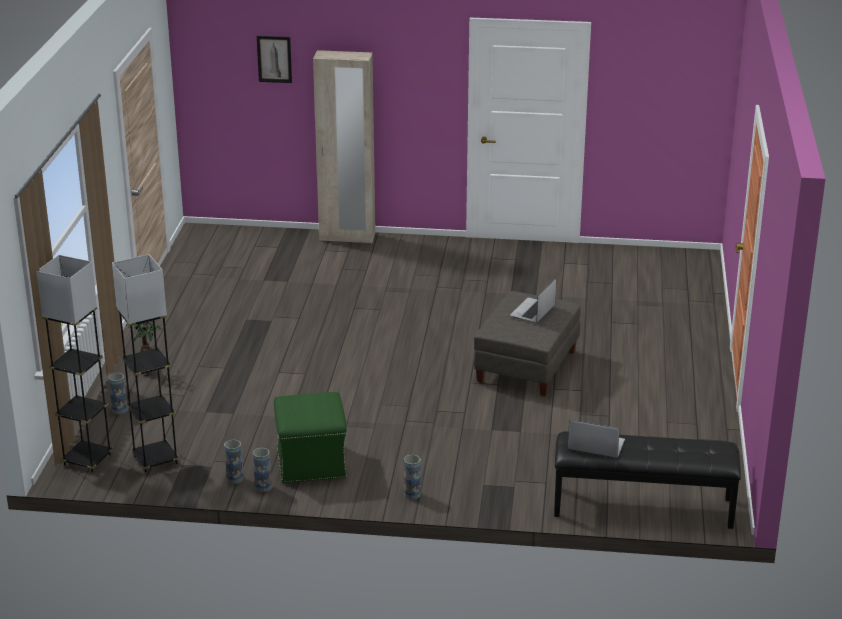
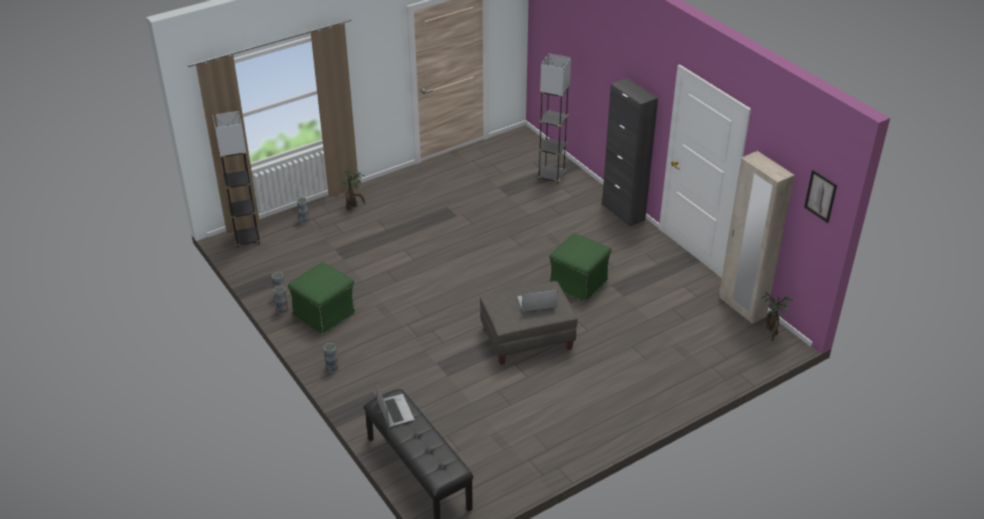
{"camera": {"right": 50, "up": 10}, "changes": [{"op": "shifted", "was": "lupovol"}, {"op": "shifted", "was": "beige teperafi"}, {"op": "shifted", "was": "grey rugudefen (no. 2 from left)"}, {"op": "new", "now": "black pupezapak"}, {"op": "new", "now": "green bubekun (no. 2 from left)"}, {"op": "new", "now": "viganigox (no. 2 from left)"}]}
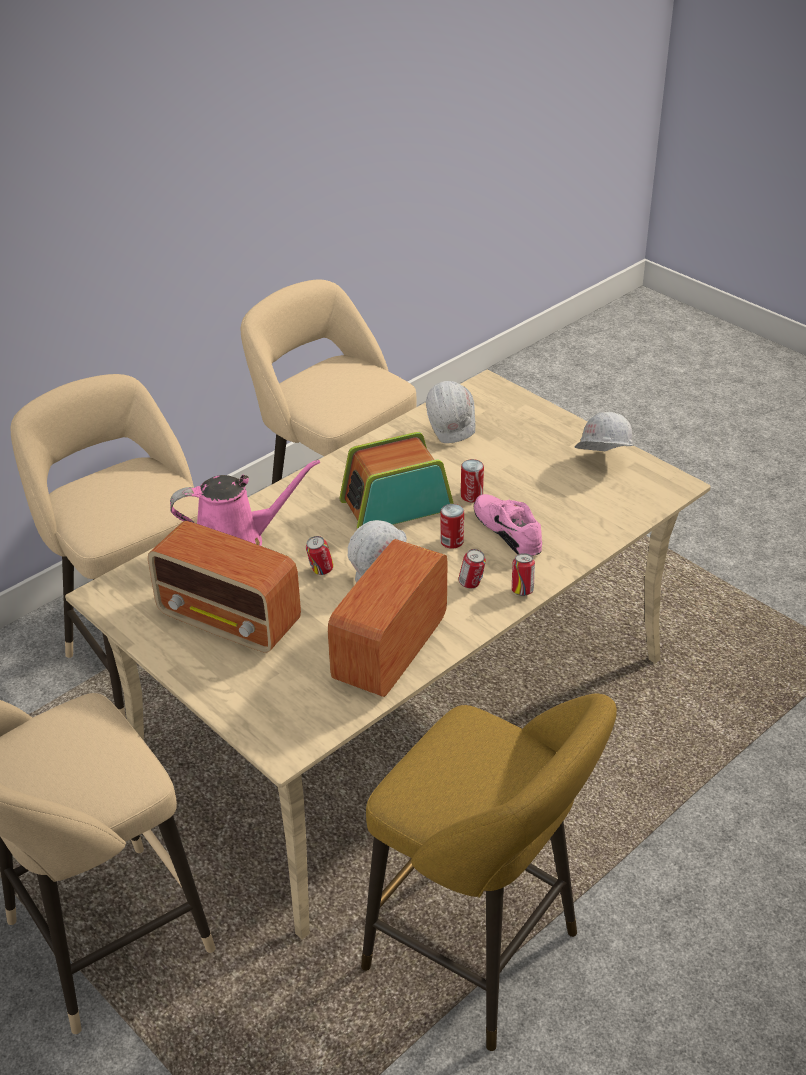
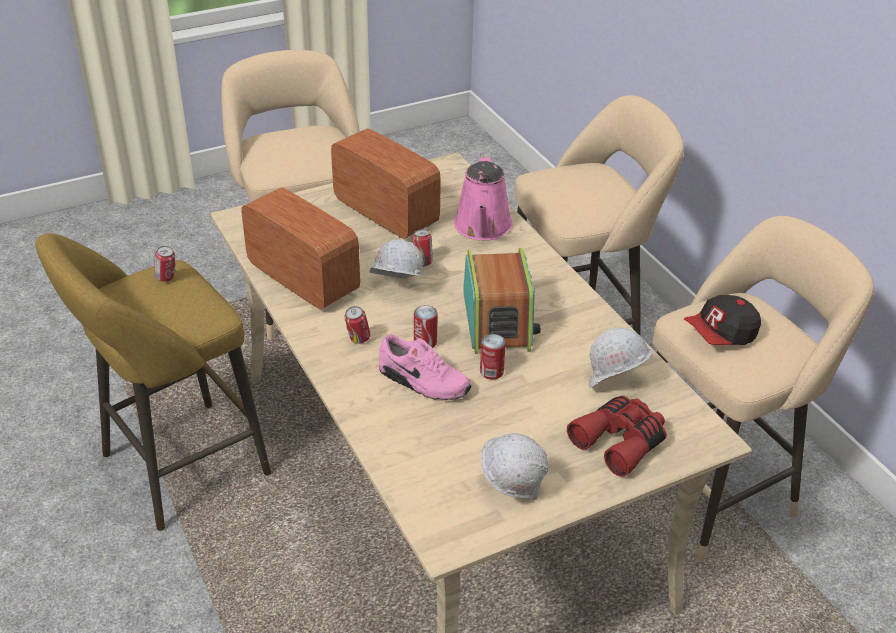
{"camera": {"right": 105, "up": 0}, "changes": [{"op": "rotated", "was": "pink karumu", "clockwise": 45}, {"op": "rotated", "was": "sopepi (no. 1 from left in the first image)", "clockwise": 90}, {"op": "shifted", "was": "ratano (no. 5 from left in the first image)", "now": "ratano (no. 1 from left)"}, {"op": "new", "now": "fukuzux"}, {"op": "new", "now": "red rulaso"}]}
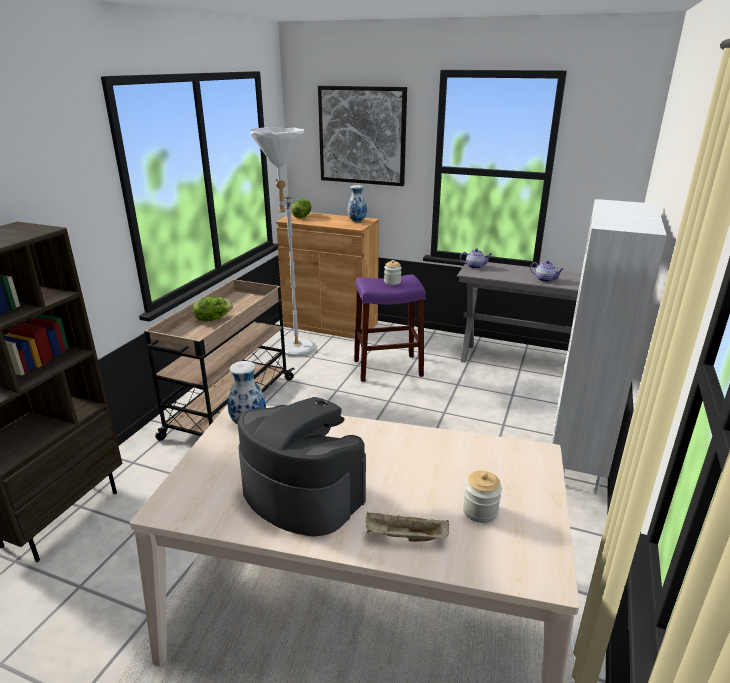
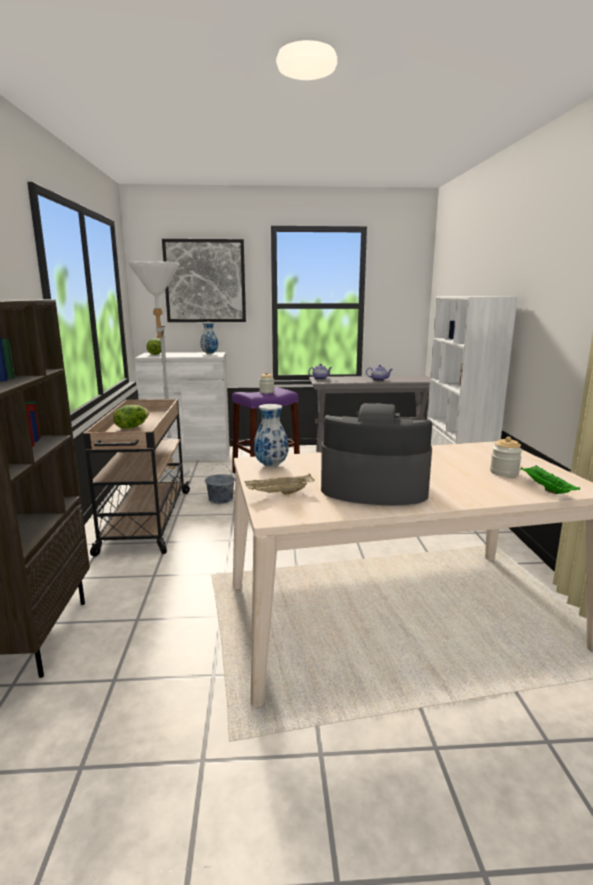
{"camera": {"right": -25, "up": -10}, "changes": [{"op": "repainted", "was": "brown pupezapak", "now": "white pupezapak"}, {"op": "shifted", "was": "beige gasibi"}, {"op": "new", "now": "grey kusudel"}, {"op": "new", "now": "green gasibi"}]}
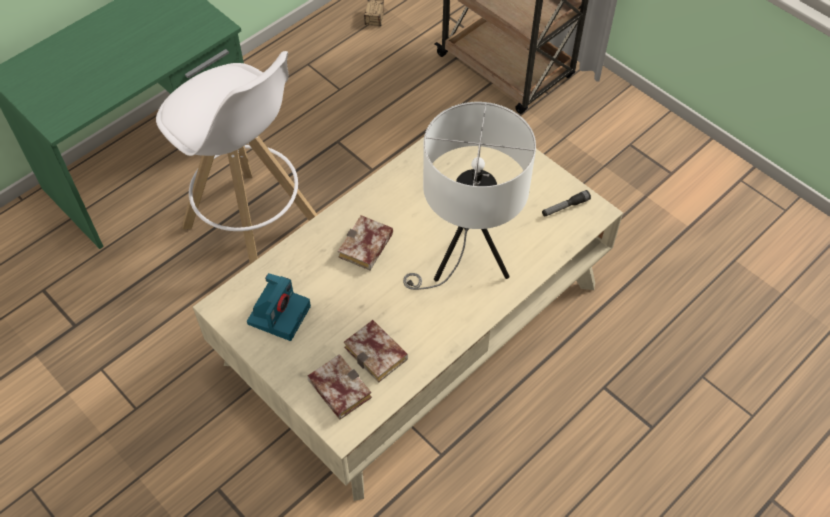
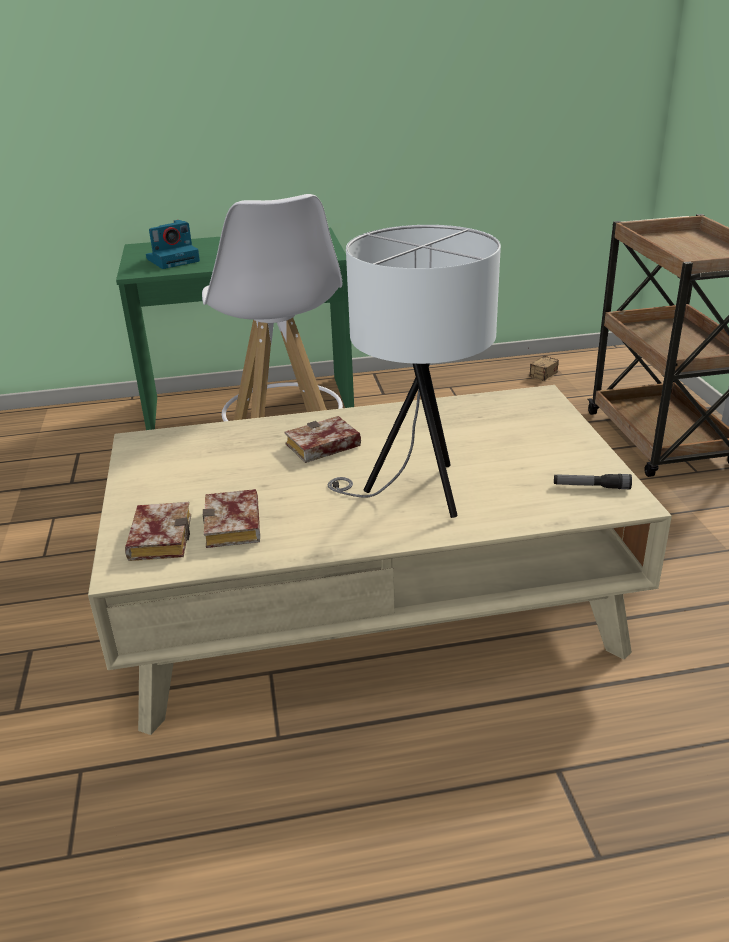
{"camera": {"right": 35, "up": -25}, "changes": [{"op": "shifted", "was": "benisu"}]}
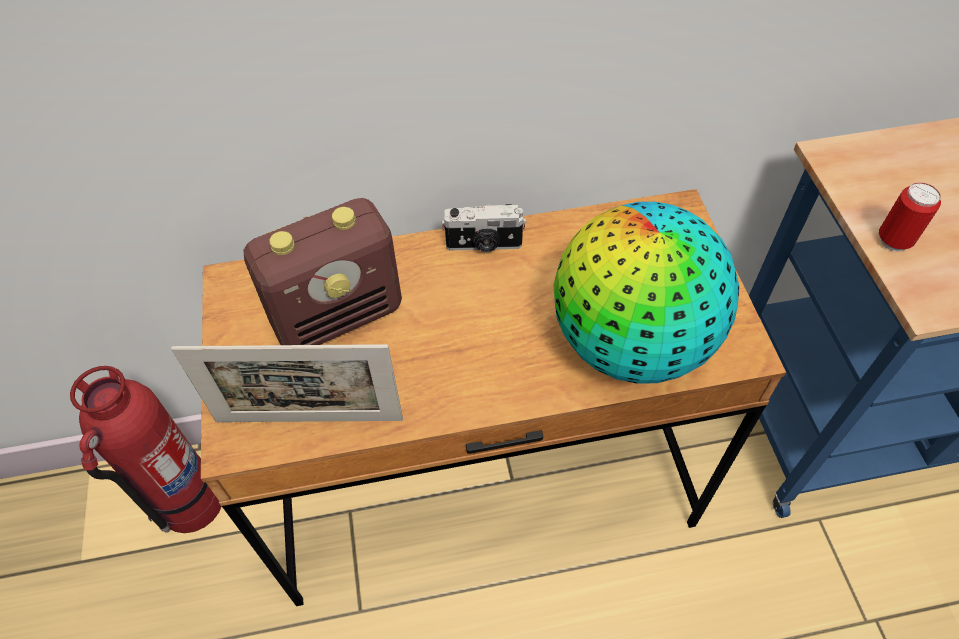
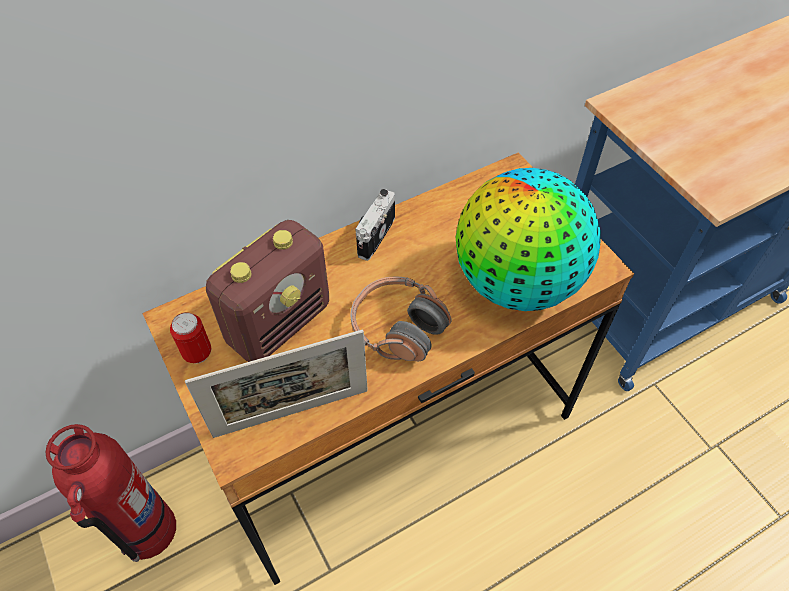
{"camera": {"right": -20, "up": 0}, "changes": [{"op": "shifted", "was": "ratano"}, {"op": "rotated", "was": "benisu", "clockwise": 135}, {"op": "new", "now": "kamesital"}]}
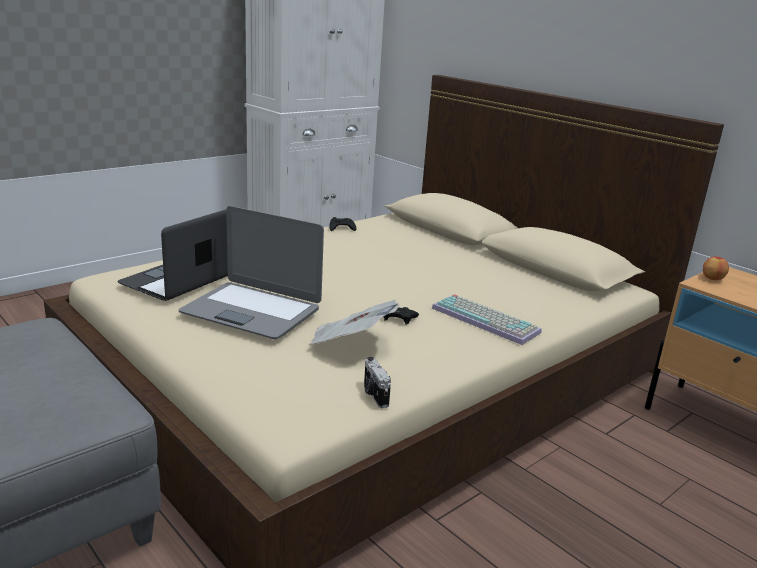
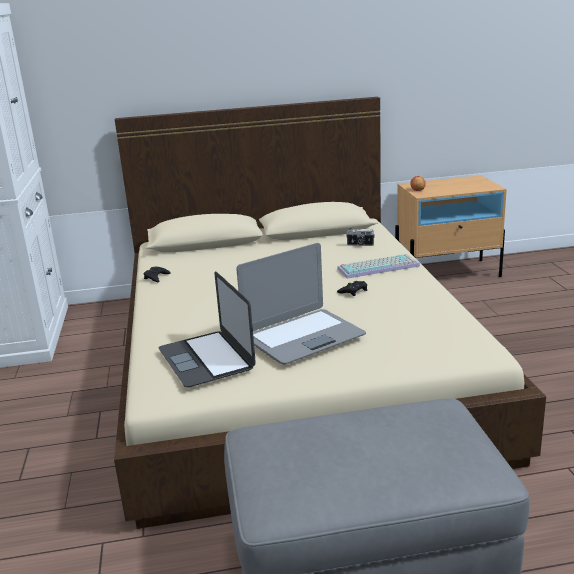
{"camera": {"right": -55, "up": 0}, "changes": [{"op": "gone", "was": "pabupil"}, {"op": "shifted", "was": "benisu"}]}
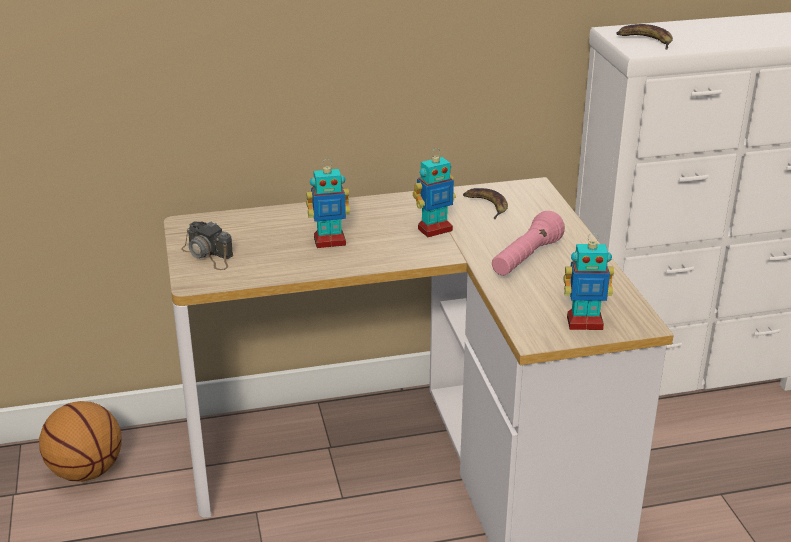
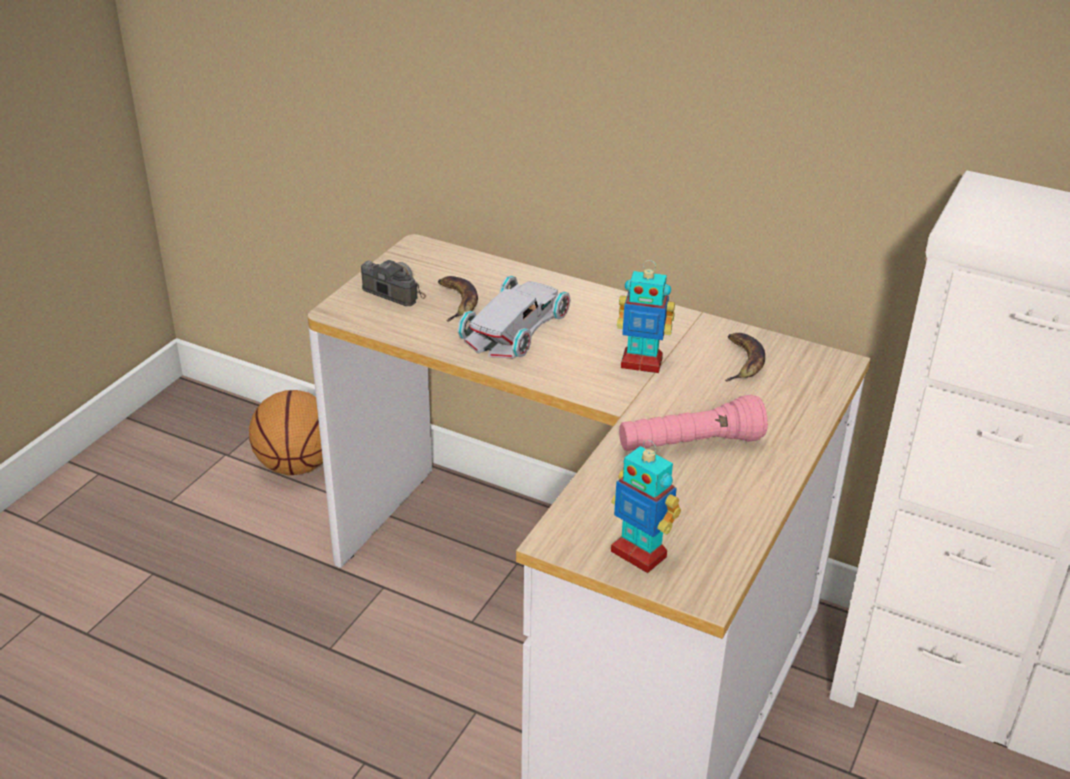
{"camera": {"right": 40, "up": 5}, "changes": [{"op": "shifted", "was": "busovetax (no. 2 from left in the first image)", "now": "busovetax (no. 1 from left)"}, {"op": "swapped", "was": "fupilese (no. 1 from left)", "now": "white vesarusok"}, {"op": "rotated", "was": "benisu", "clockwise": 135}]}
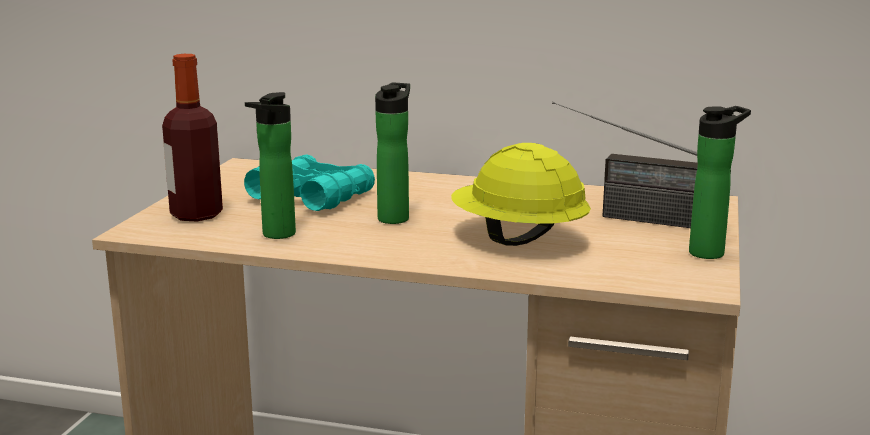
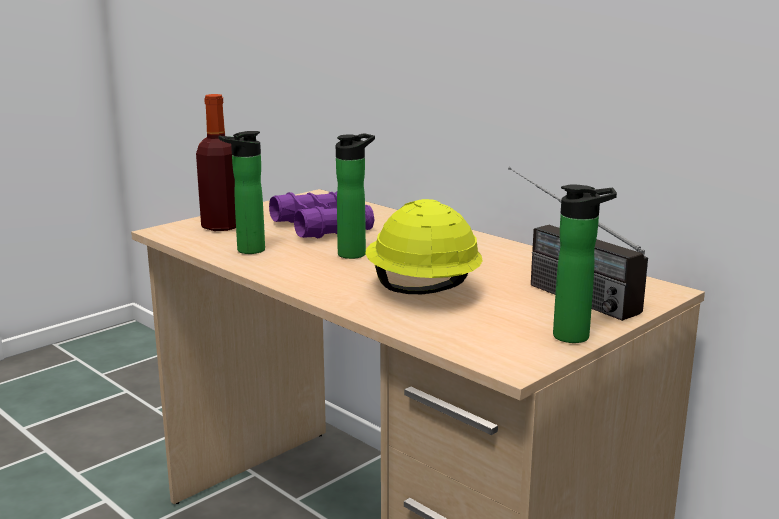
{"camera": {"right": 30, "up": 0}, "changes": [{"op": "repainted", "was": "turquoise rulaso", "now": "purple rulaso"}]}
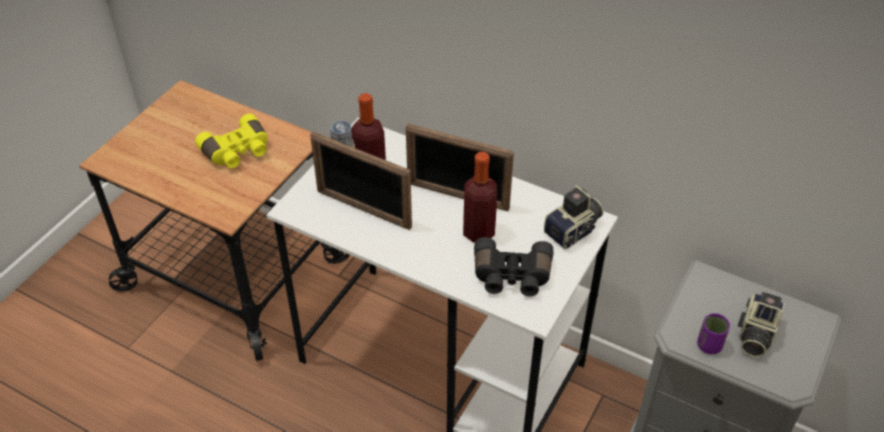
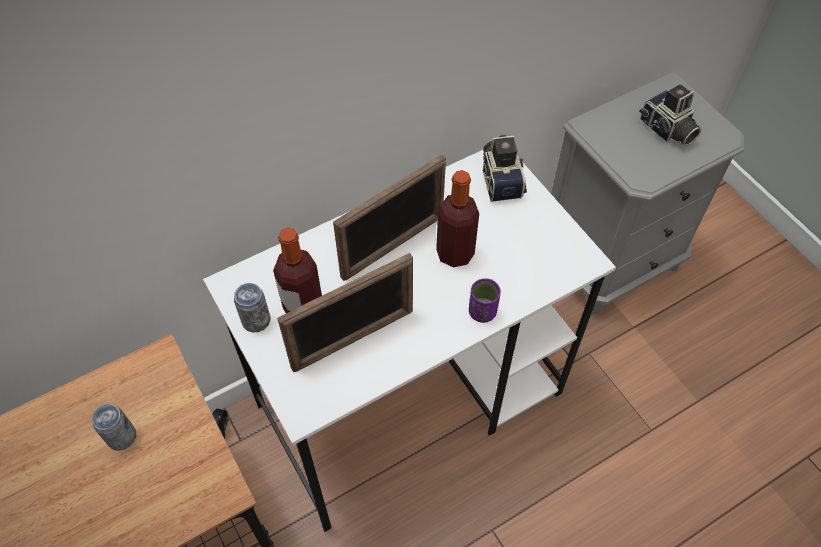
{"camera": {"right": -60, "up": 10}, "changes": [{"op": "swapped", "was": "yellow rulaso", "now": "ratano (no. 1 from left)"}, {"op": "gone", "was": "black rulaso"}, {"op": "shifted", "was": "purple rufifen"}]}
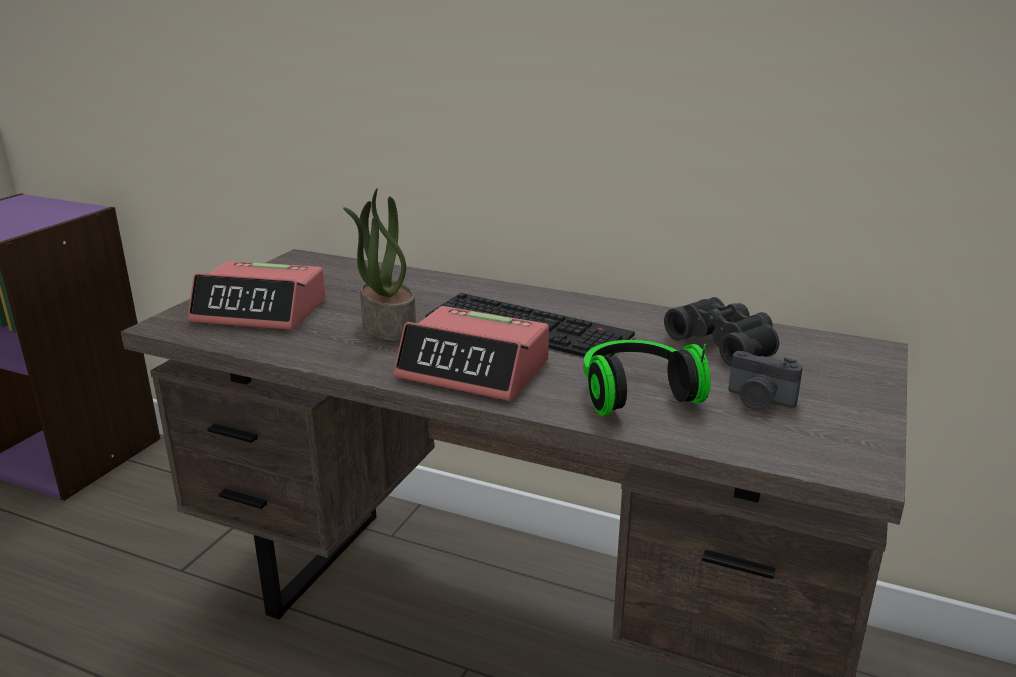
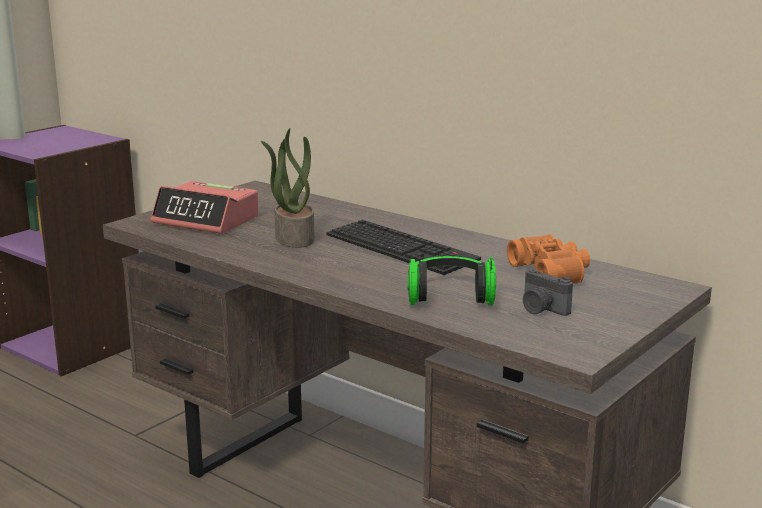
{"camera": {"right": 15, "up": -5}, "changes": [{"op": "repainted", "was": "black rulaso", "now": "orange rulaso"}, {"op": "gone", "was": "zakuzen (no. 2 from left)"}]}
